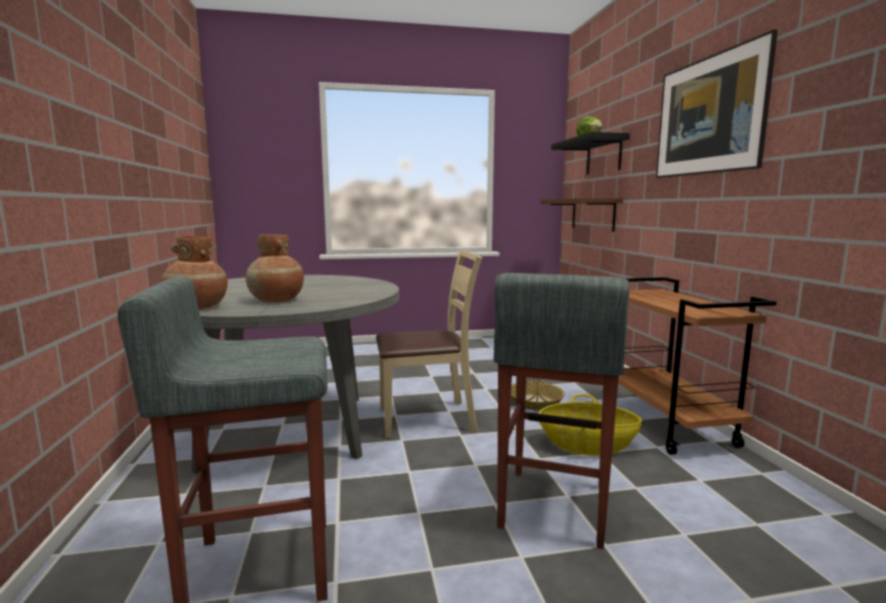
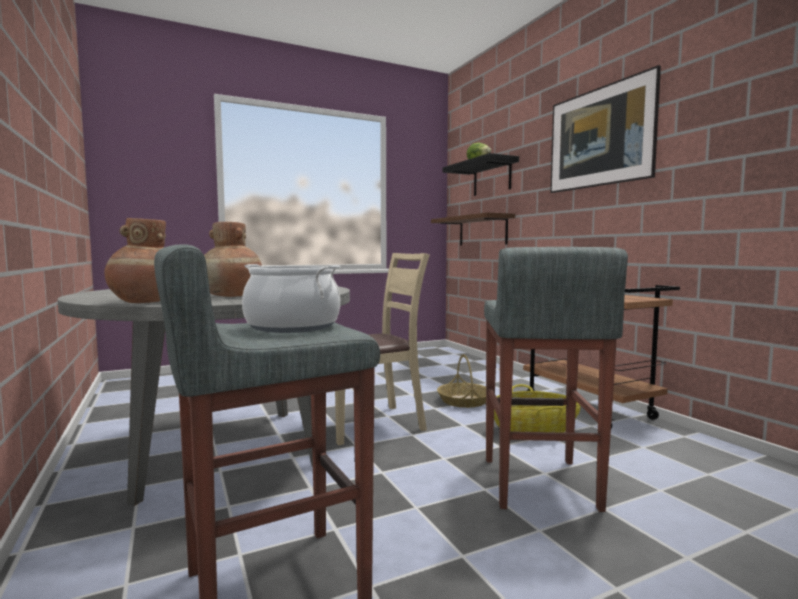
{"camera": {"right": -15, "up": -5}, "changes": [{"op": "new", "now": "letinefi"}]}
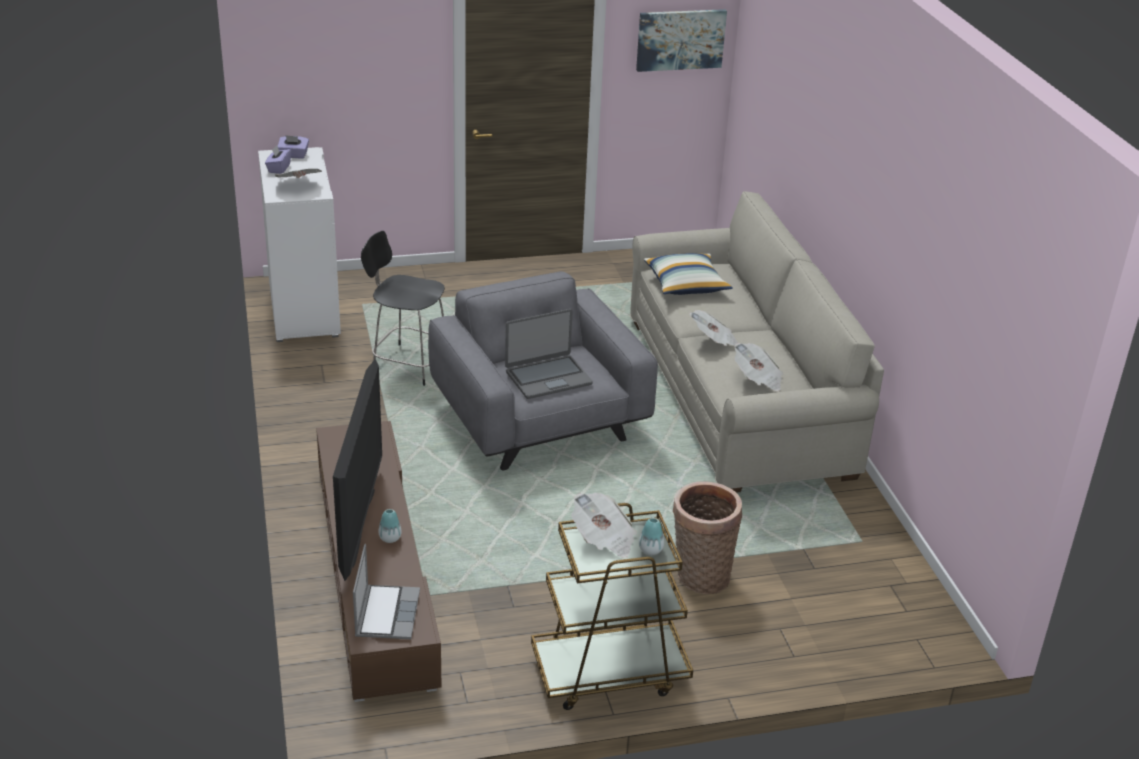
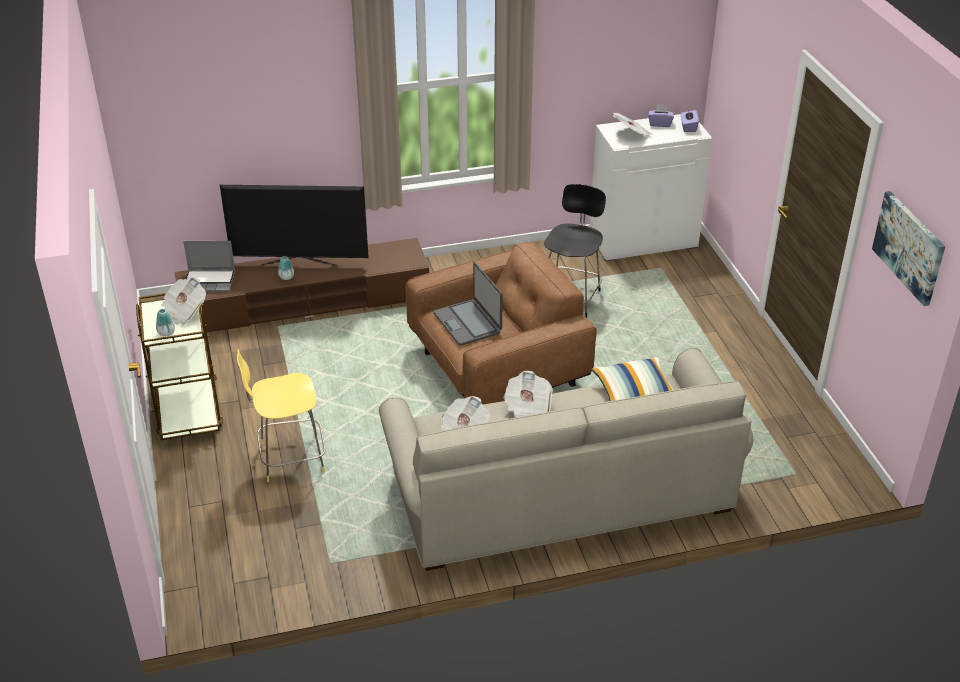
{"camera": {"right": 90, "up": 5}, "changes": [{"op": "repainted", "was": "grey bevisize", "now": "brown bevisize"}, {"op": "swapped", "was": "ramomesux", "now": "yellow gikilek"}]}
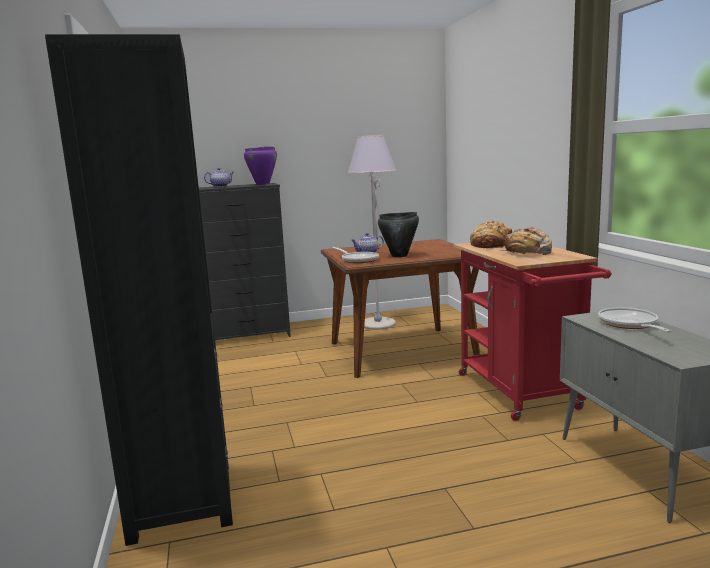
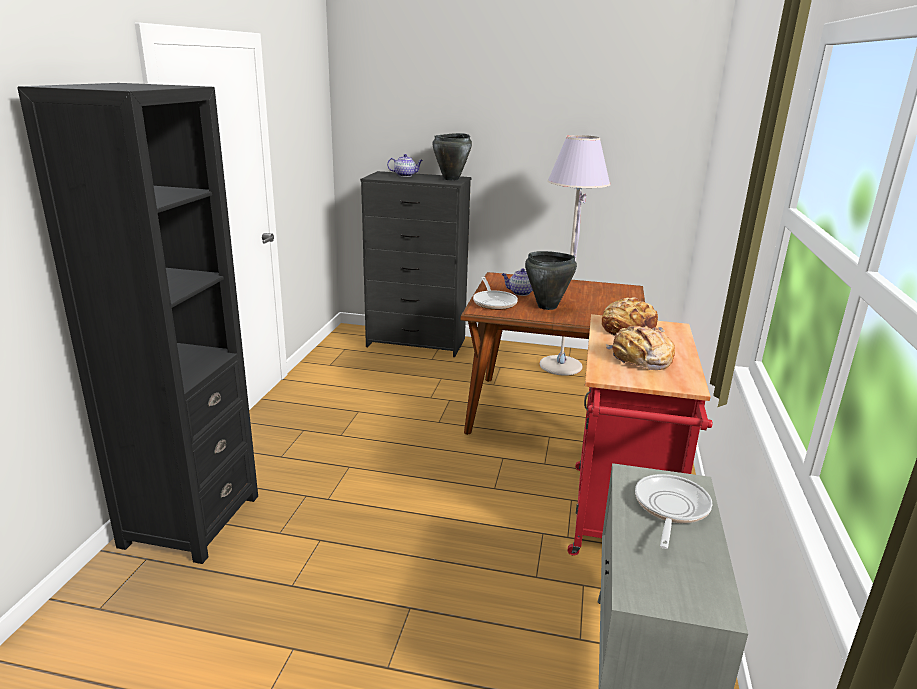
{"camera": {"right": 25, "up": 10}, "changes": [{"op": "repainted", "was": "purple letinefi", "now": "black letinefi (no. 1 from left)"}]}
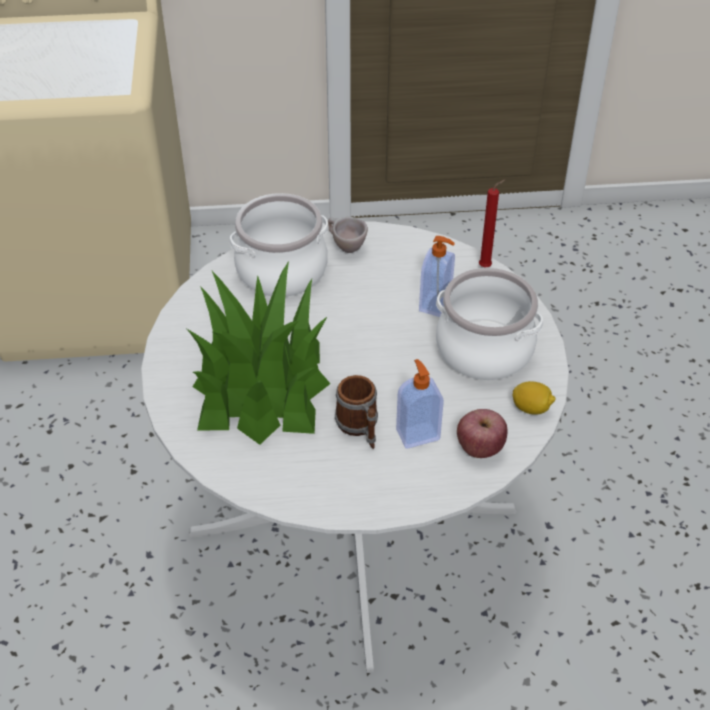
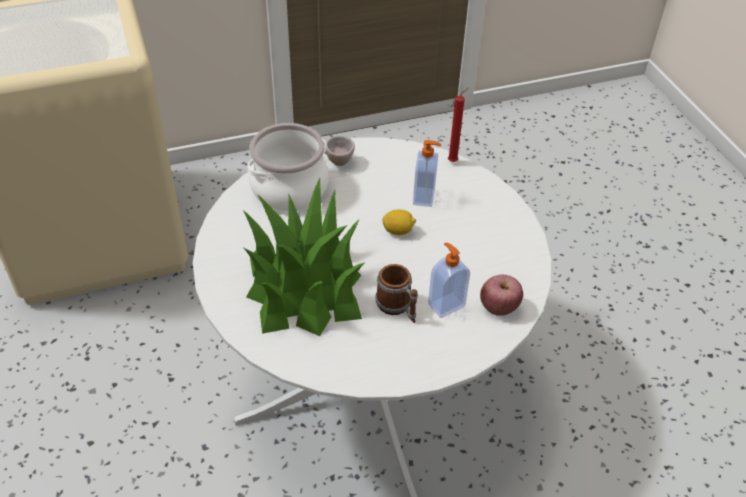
{"camera": {"right": -15, "up": 0}, "changes": [{"op": "gone", "was": "letinefi (no. 2 from left)"}, {"op": "shifted", "was": "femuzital"}]}
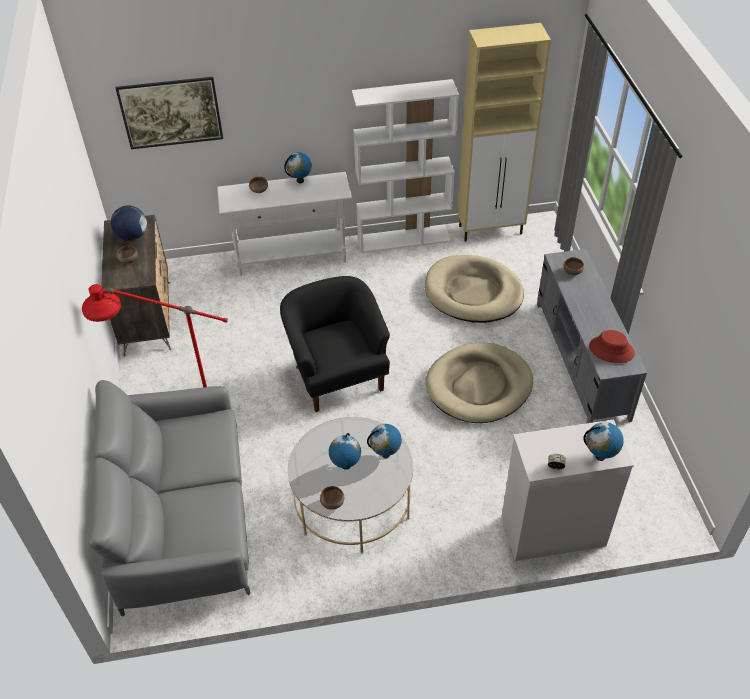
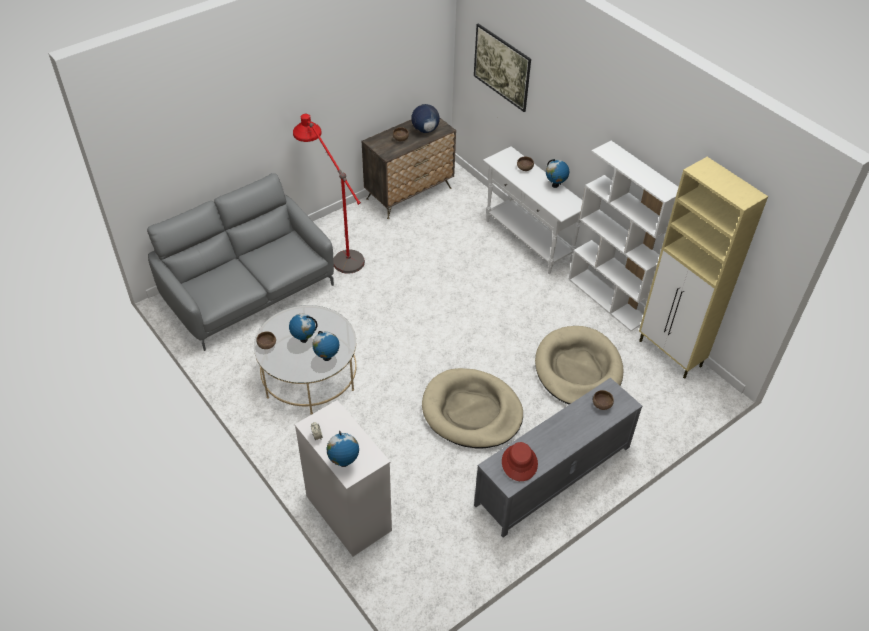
{"camera": {"right": 60, "up": 0}, "changes": [{"op": "gone", "was": "black bevisize"}]}
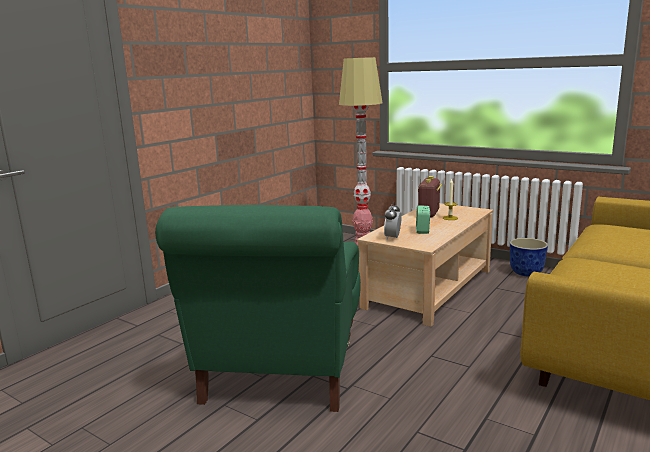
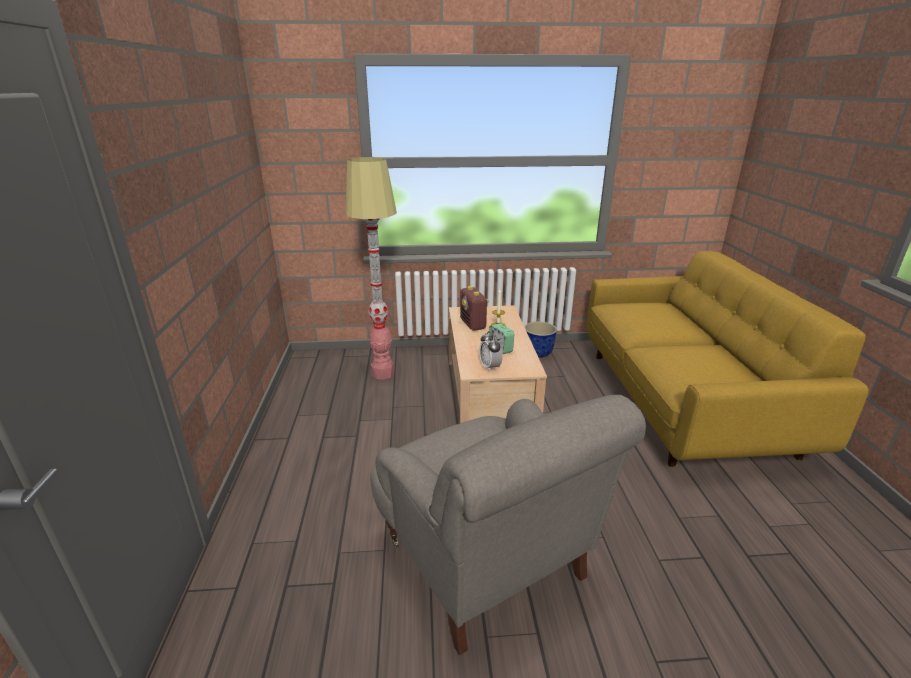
{"camera": {"right": -40, "up": 10}, "changes": [{"op": "repainted", "was": "green bevisize", "now": "grey bevisize"}]}
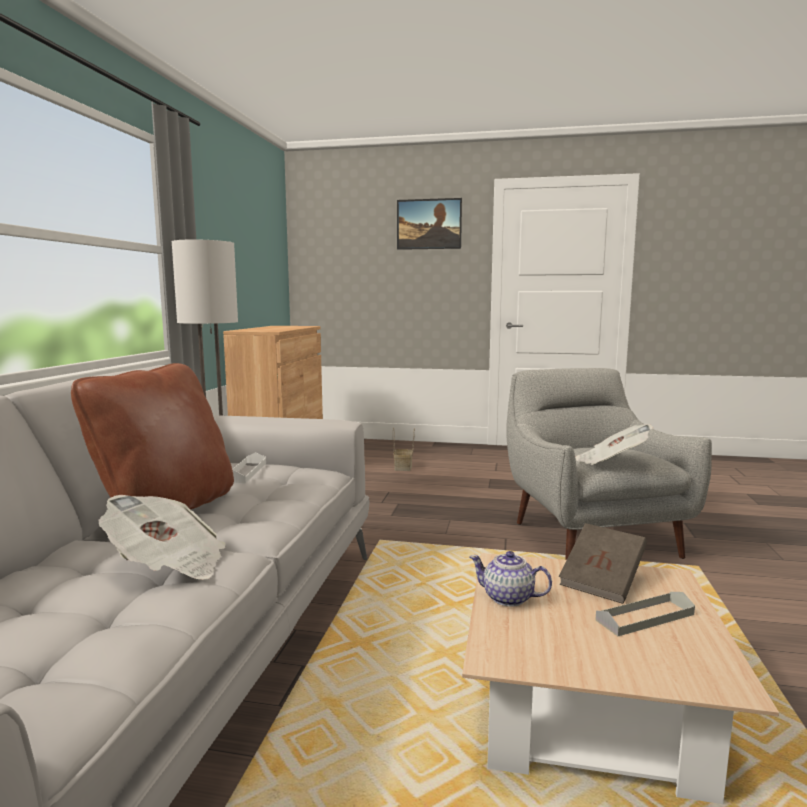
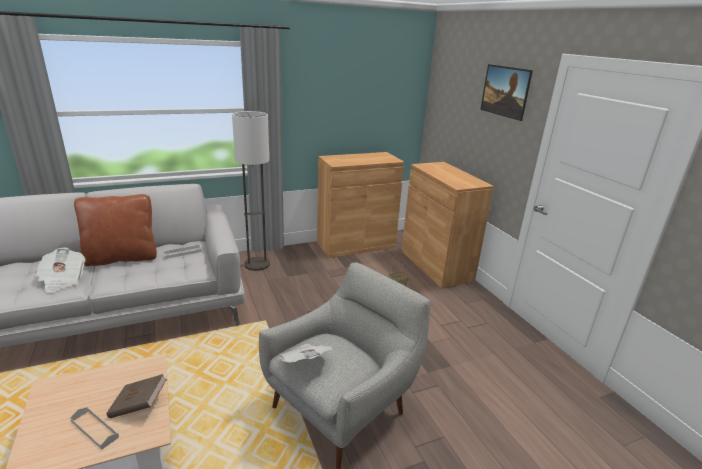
{"camera": {"right": 55, "up": 15}, "changes": [{"op": "gone", "was": "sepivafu"}, {"op": "new", "now": "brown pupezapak (no. 2 from left)"}]}
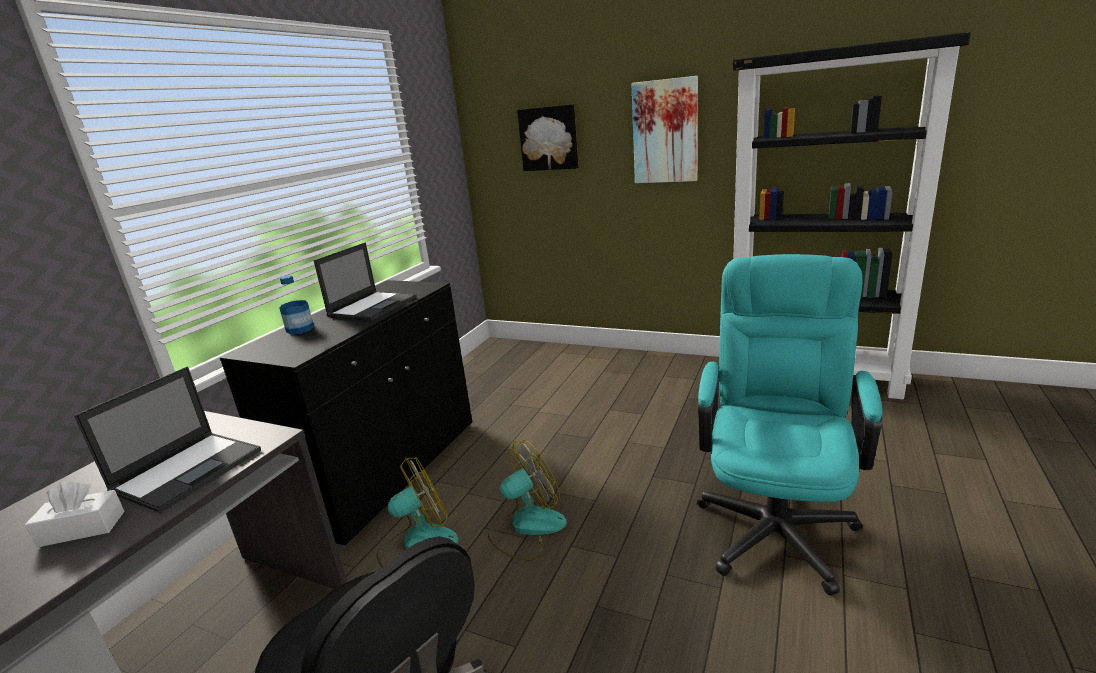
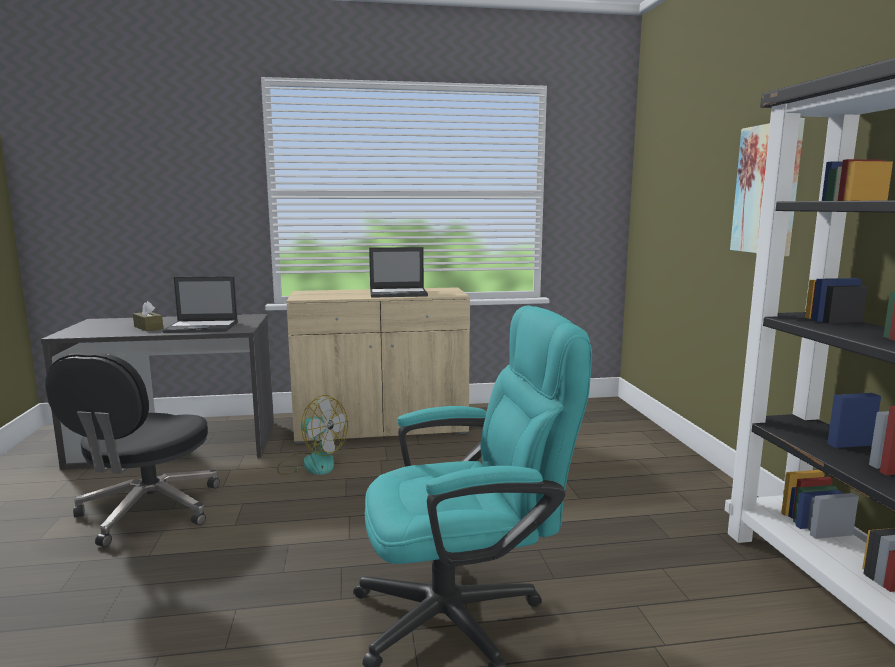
{"camera": {"right": 55, "up": -10}, "changes": [{"op": "gone", "was": "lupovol (no. 1 from left)"}, {"op": "gone", "was": "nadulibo"}, {"op": "repainted", "was": "black pupezapak", "now": "beige pupezapak"}, {"op": "gone", "was": "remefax (no. 2 from left)"}, {"op": "repainted", "was": "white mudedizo", "now": "brown mudedizo"}]}
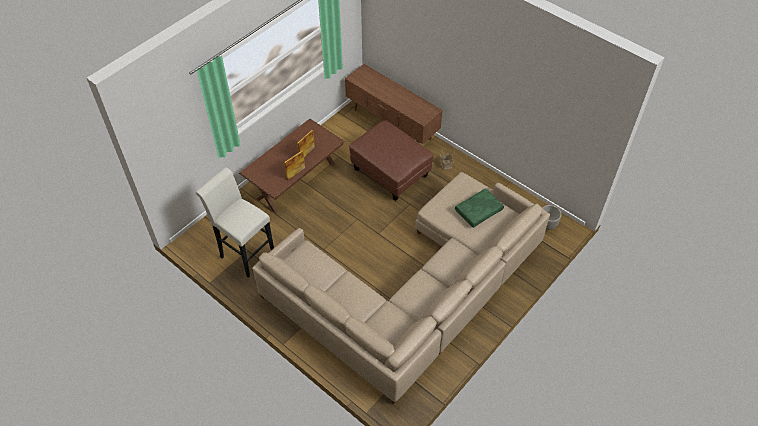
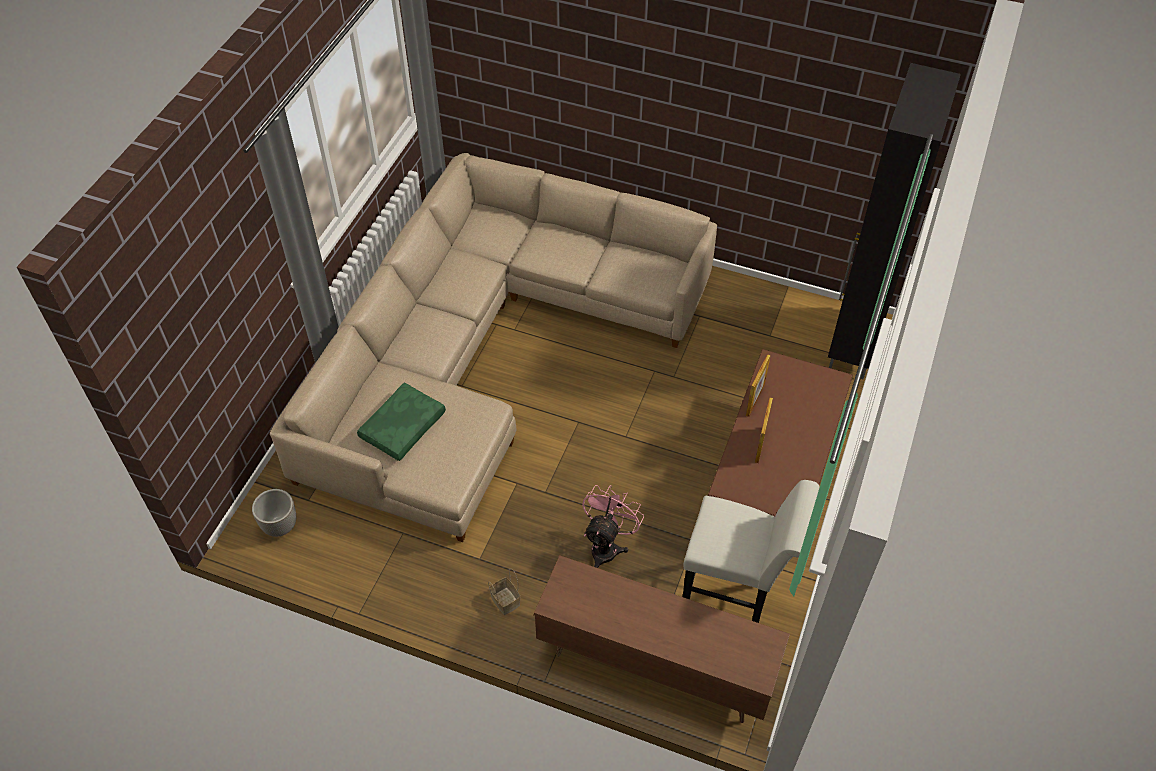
{"camera": {"right": 160, "up": 0}, "changes": [{"op": "swapped", "was": "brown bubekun", "now": "pink remefax"}, {"op": "shifted", "was": "white gikilek"}, {"op": "new", "now": "black pupezapak"}]}
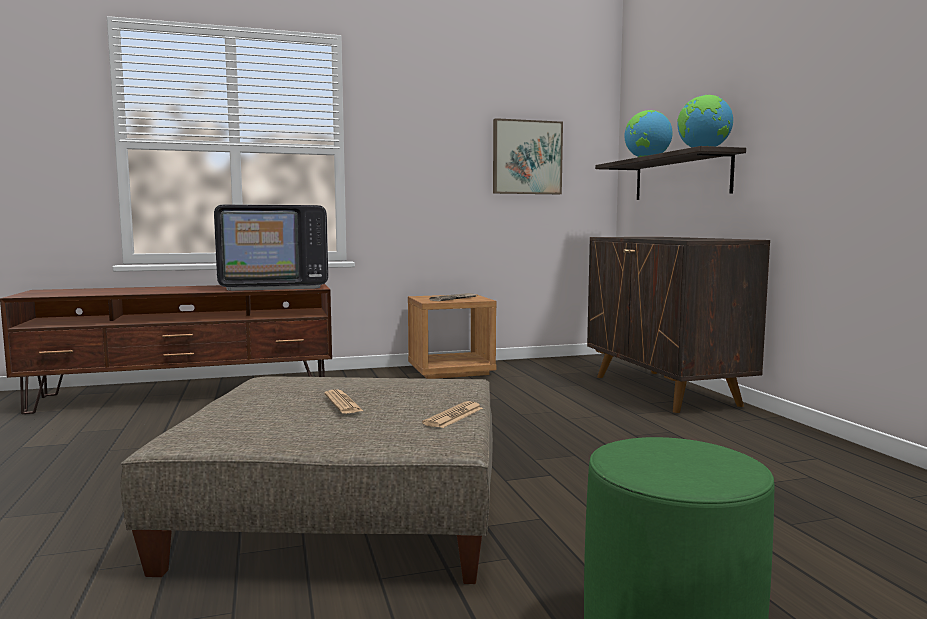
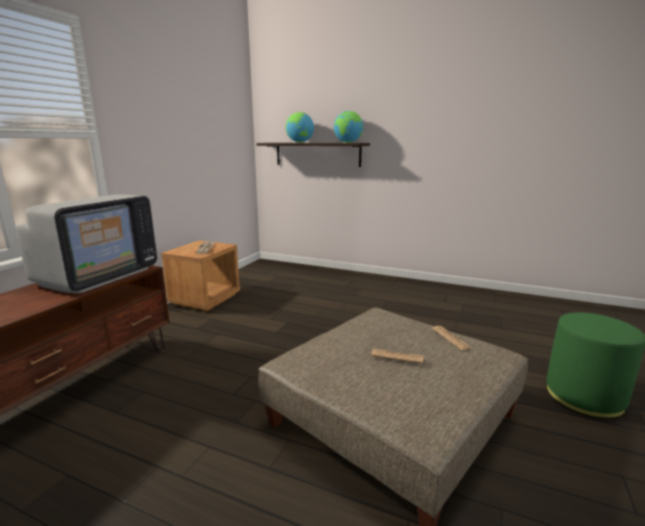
{"camera": {"right": -50, "up": 10}, "changes": [{"op": "gone", "was": "lupovol"}, {"op": "gone", "was": "brown pupezapak"}]}
